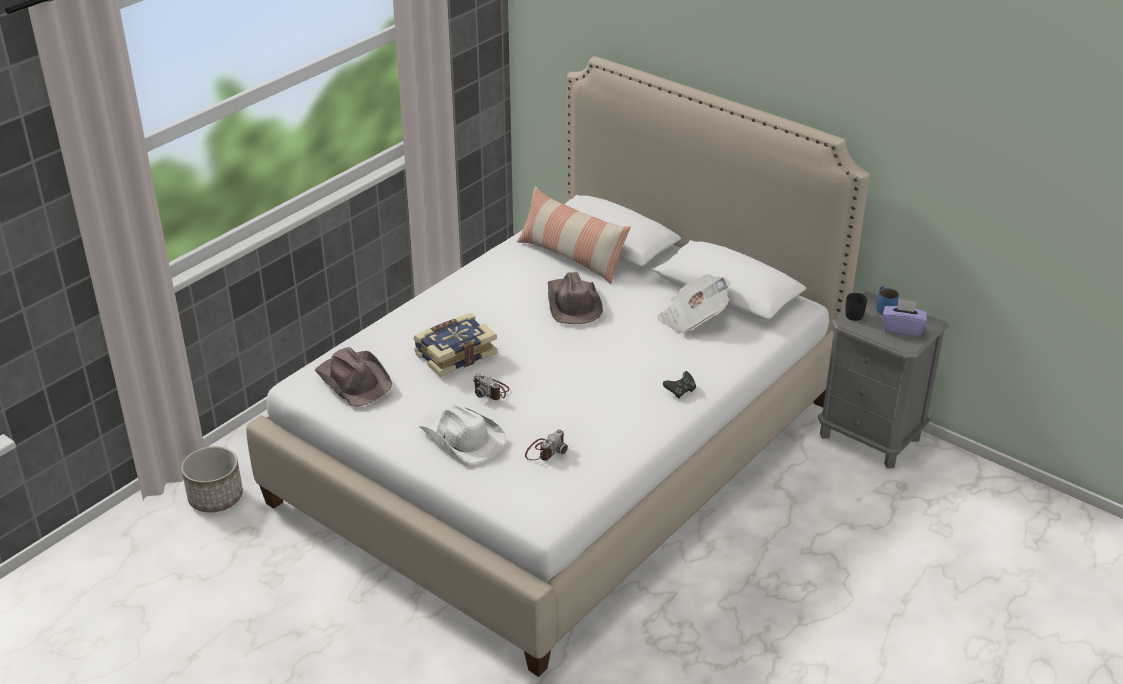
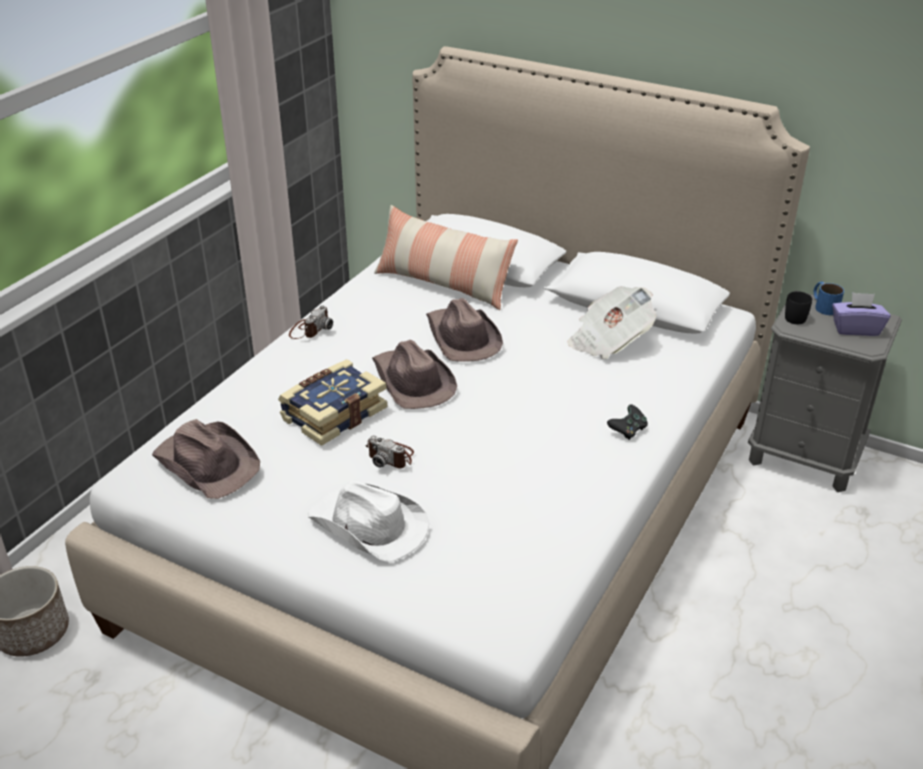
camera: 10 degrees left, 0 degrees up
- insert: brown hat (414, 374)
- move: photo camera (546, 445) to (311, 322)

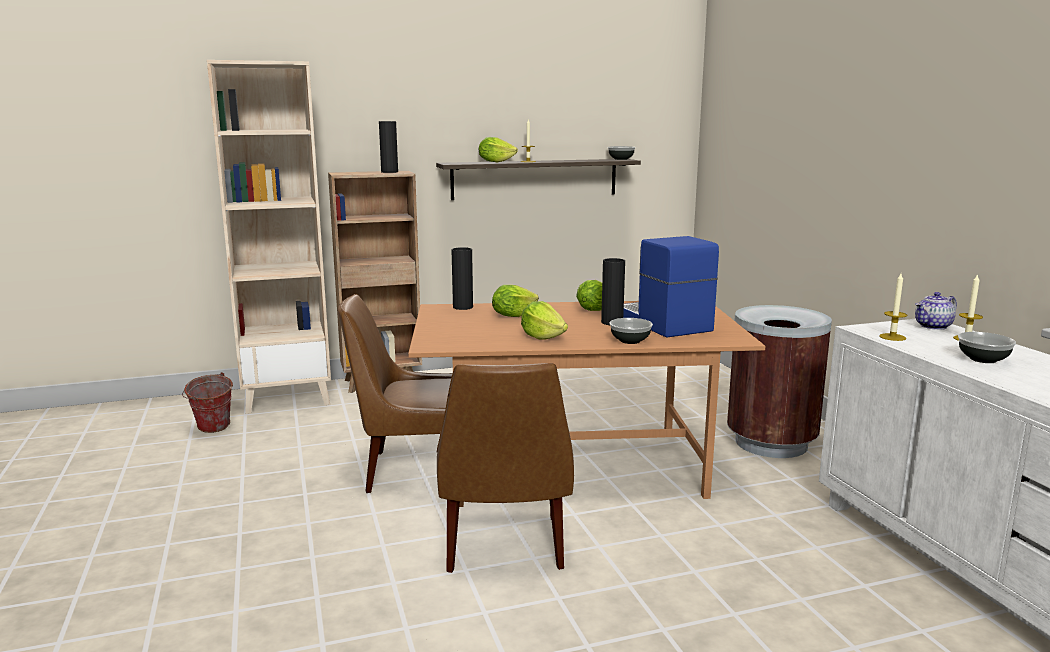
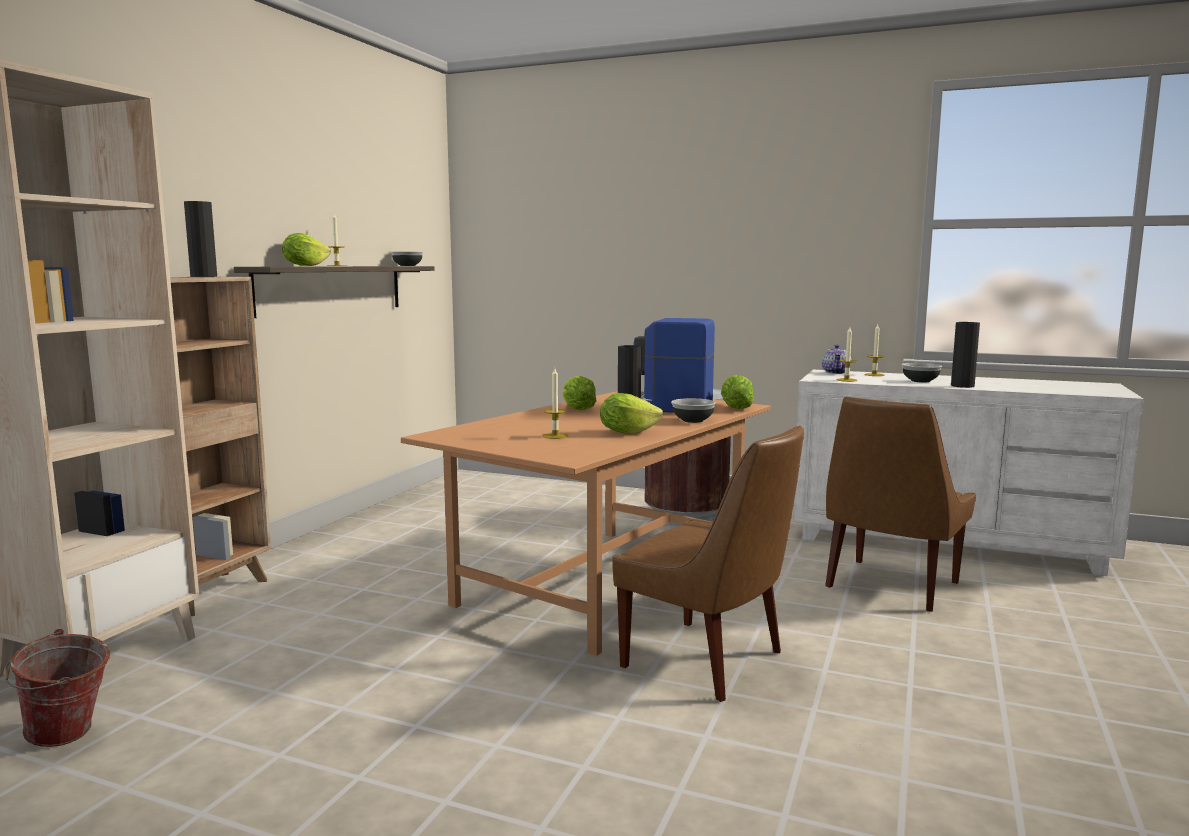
camera: 50 degrees left, 5 degrees down
- insert: candle (555, 403)
- move: brown chair (395, 393) to (900, 504)
- move: black vase (462, 278) to (965, 355)
- move: lettuce (515, 301) to (737, 392)

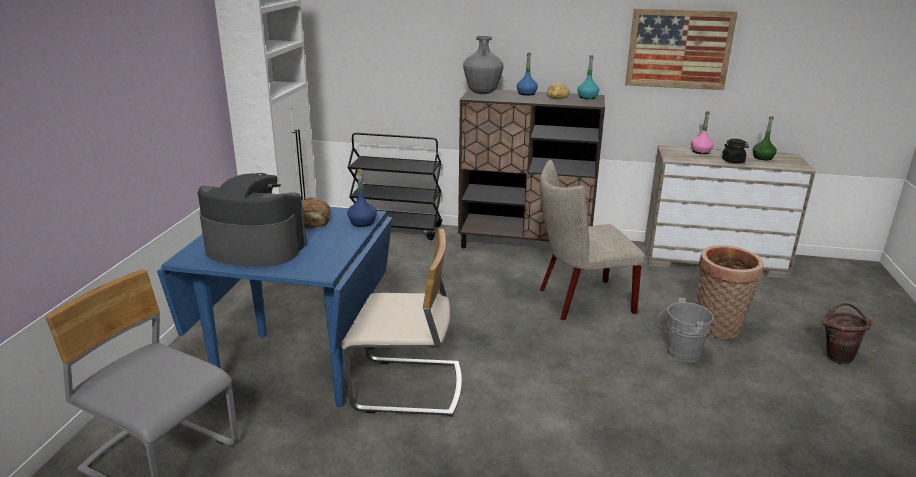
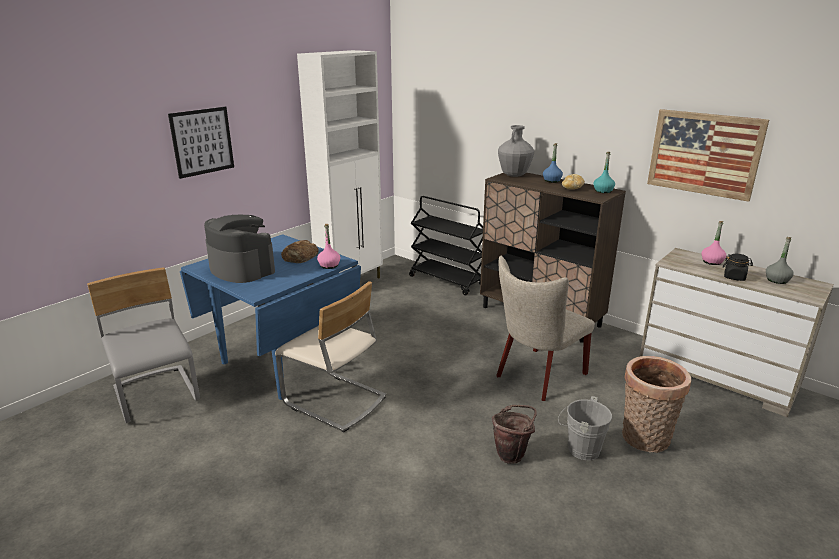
camera: 30 degrees right, 0 degrees up
- insert: picture (201, 143)
- move: brown bucket (847, 333) to (514, 434)
- recolor: blue bottle (362, 198) to pink bottle (328, 246)
- recolor: green bottle (765, 138) to grey bottle (780, 260)
- rotate: beige chair (592, 240) = (545, 328) 60 degrees counterclockwise

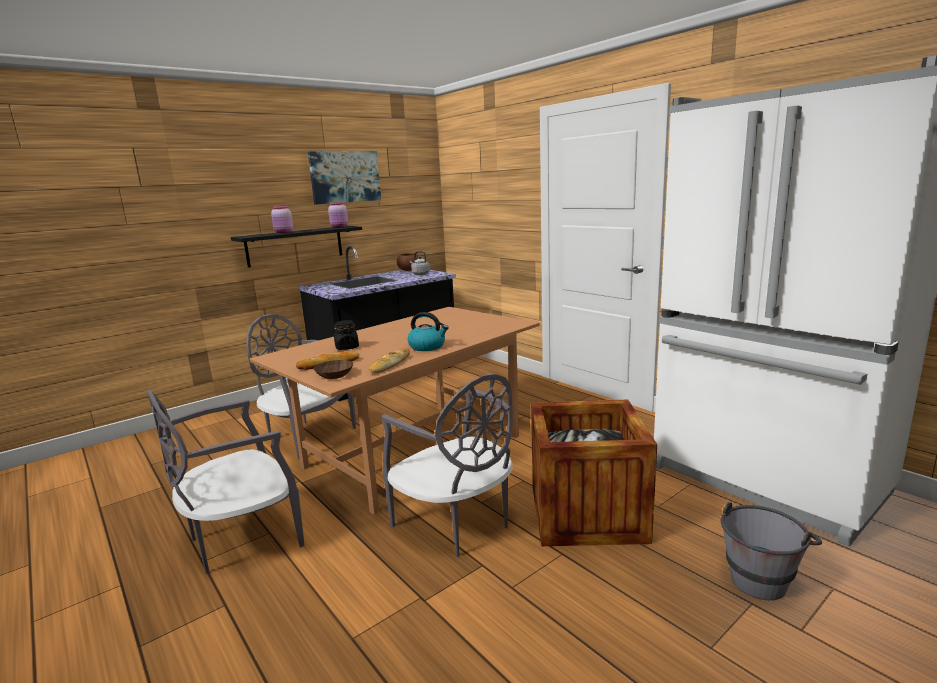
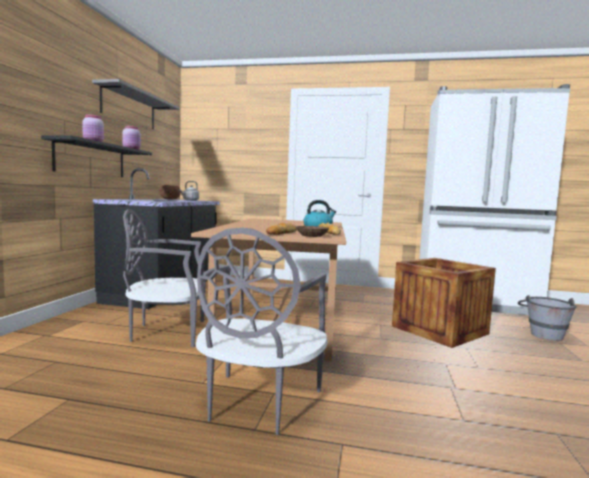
camera: 40 degrees left, 10 degrees down
- delete: black jar (346, 335)
- delete: grey chair (447, 465)
- replace: picture (344, 177) to grey shelf (135, 104)

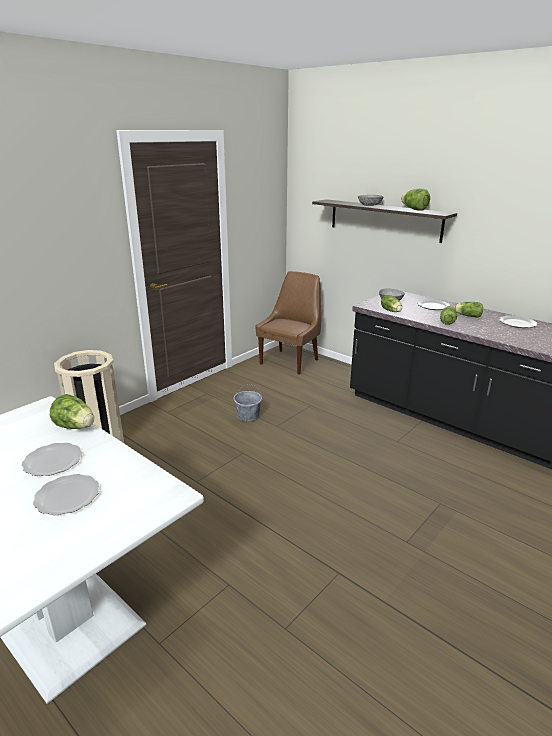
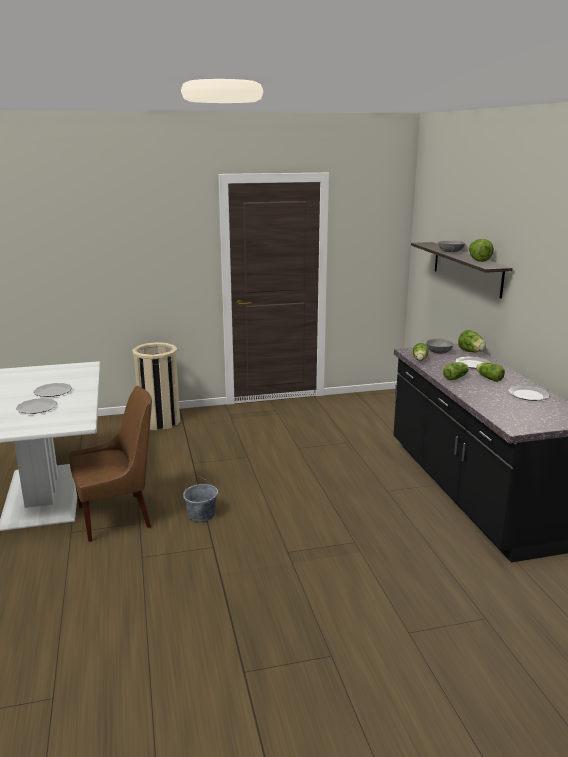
camera: 35 degrees right, 5 degrees down
- move: lettuce (72, 411) to (472, 341)
- move: grey bucket (248, 402) to (200, 499)
- move: brown chair (288, 322) to (110, 464)

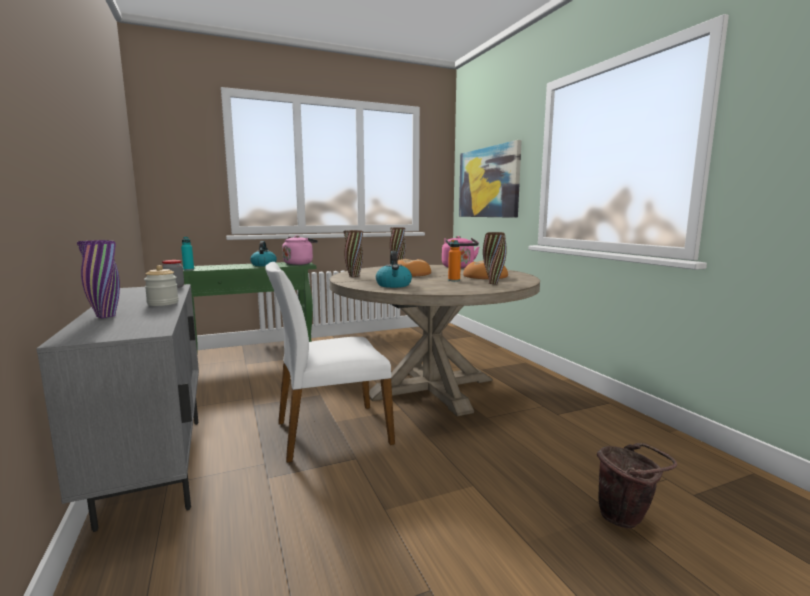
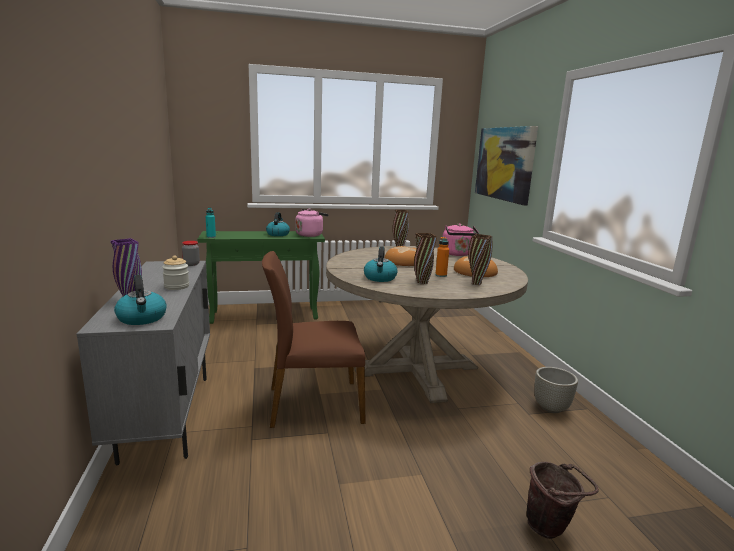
camera: 10 degrees right, 5 degrees up
- insert: kettle (140, 300)
- insert: grey planter (556, 390)
- move: brown vase (353, 253) to (425, 258)
- recolor: white chair (330, 362) to brown chair (314, 339)

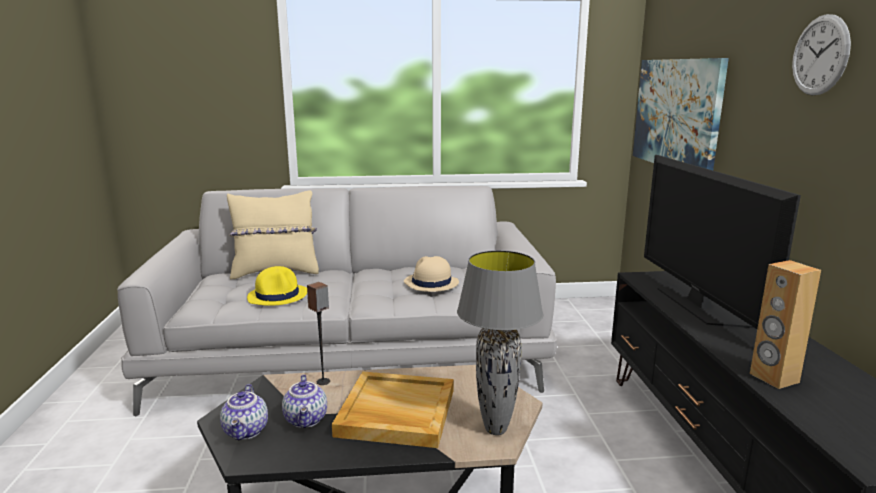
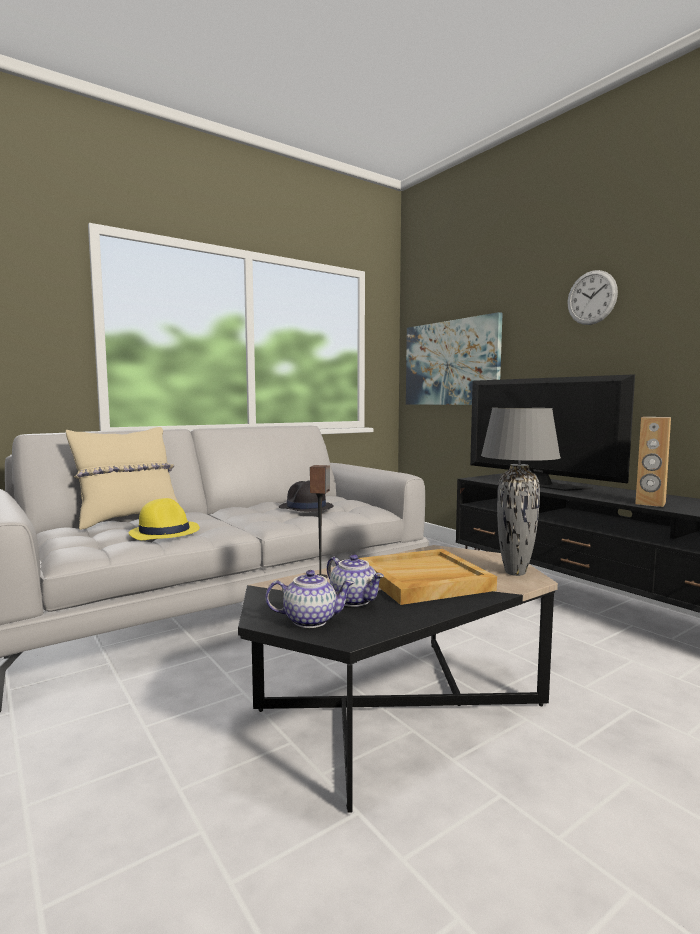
camera: 30 degrees left, 10 degrees down
- recolor: beige hat (431, 274) to black hat (306, 496)
- rotate: teapot (244, 412) = (310, 599) 60 degrees counterclockwise

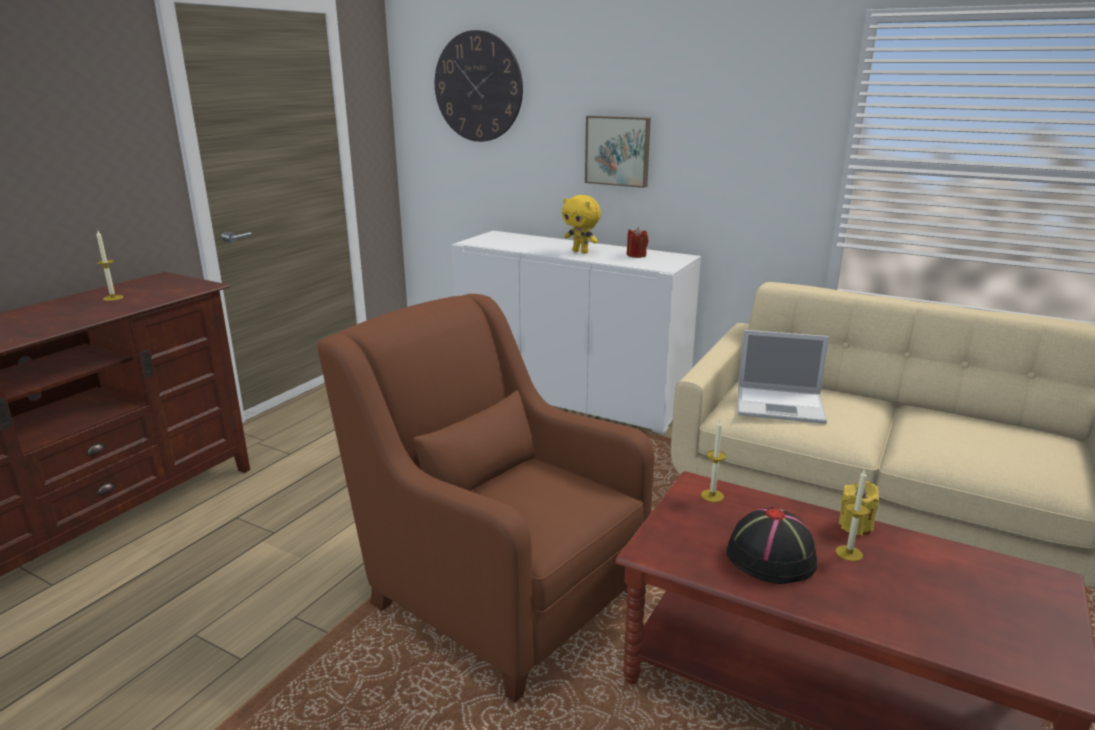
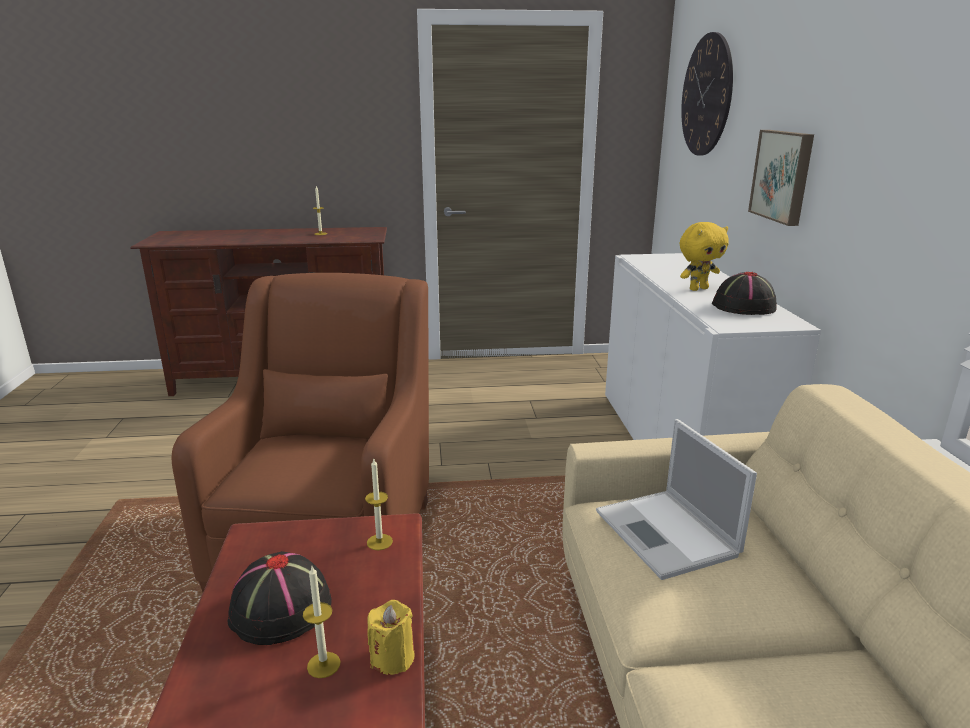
camera: 55 degrees right, 0 degrees up
- replace: red candle (637, 242) to black hat (744, 293)
- rotate: yellow plush toy (581, 224) = (704, 256) 120 degrees counterclockwise

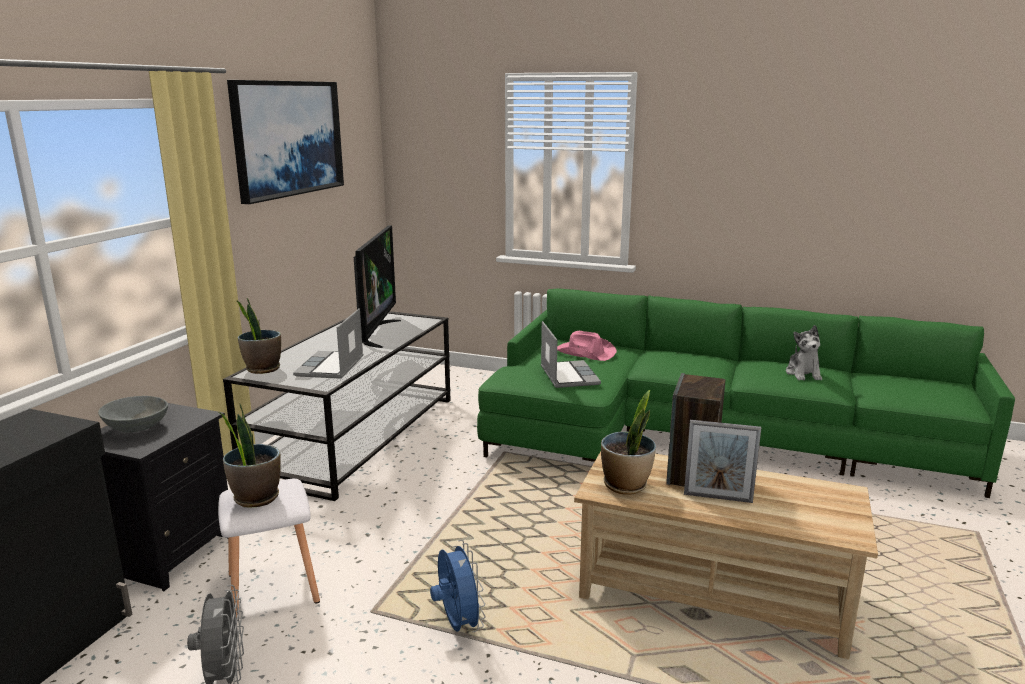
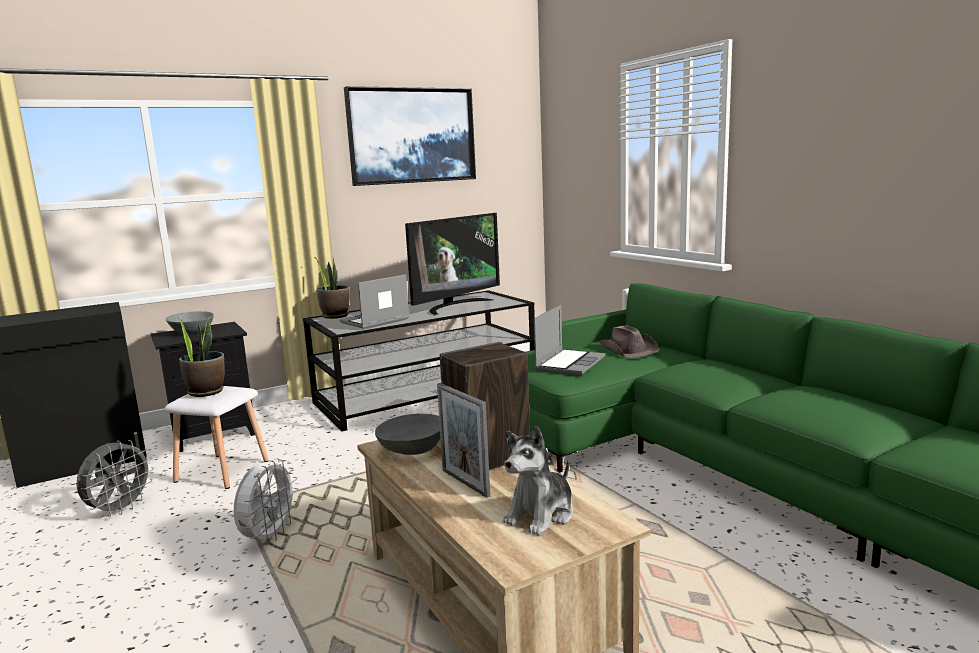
camera: 40 degrees right, 5 degrees down
- move: plush toy (804, 352) to (538, 481)
- replace: potted plant (628, 442) to grey bowl (408, 434)
- recolor: blue fan (457, 586) to white fan (266, 502)
- recolor: pink hat (587, 346) to brown hat (629, 341)

